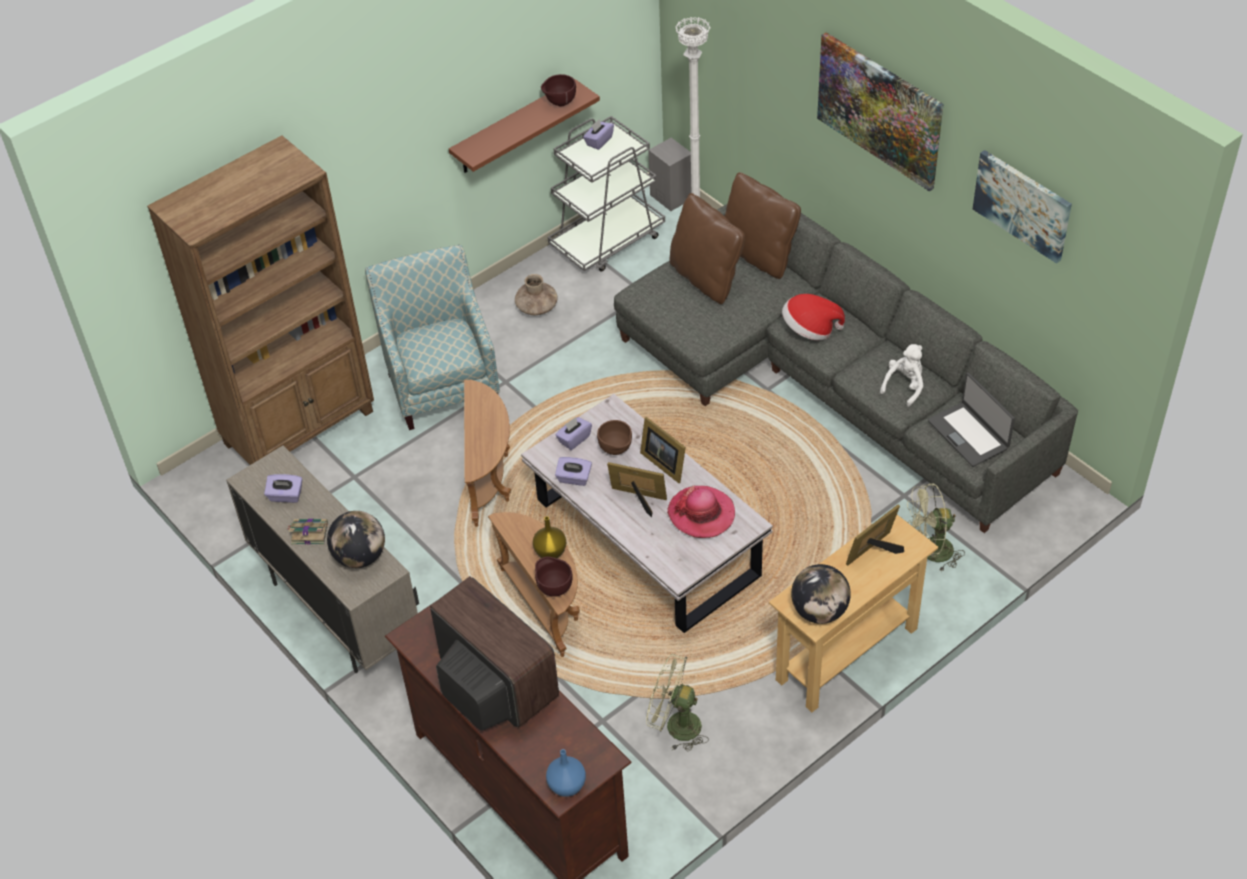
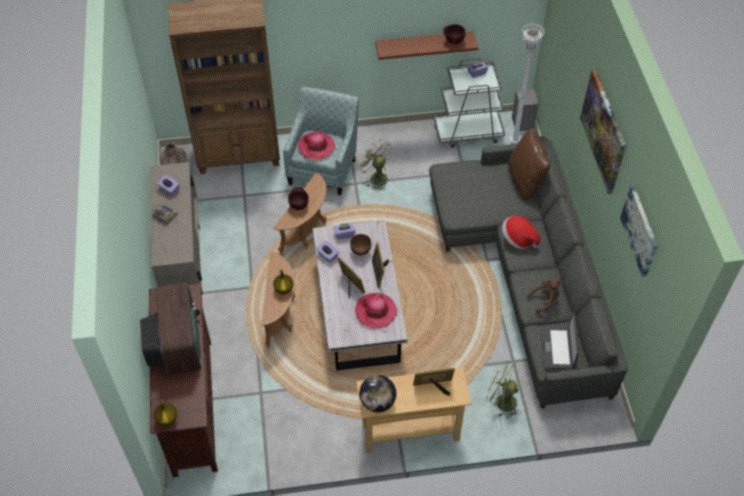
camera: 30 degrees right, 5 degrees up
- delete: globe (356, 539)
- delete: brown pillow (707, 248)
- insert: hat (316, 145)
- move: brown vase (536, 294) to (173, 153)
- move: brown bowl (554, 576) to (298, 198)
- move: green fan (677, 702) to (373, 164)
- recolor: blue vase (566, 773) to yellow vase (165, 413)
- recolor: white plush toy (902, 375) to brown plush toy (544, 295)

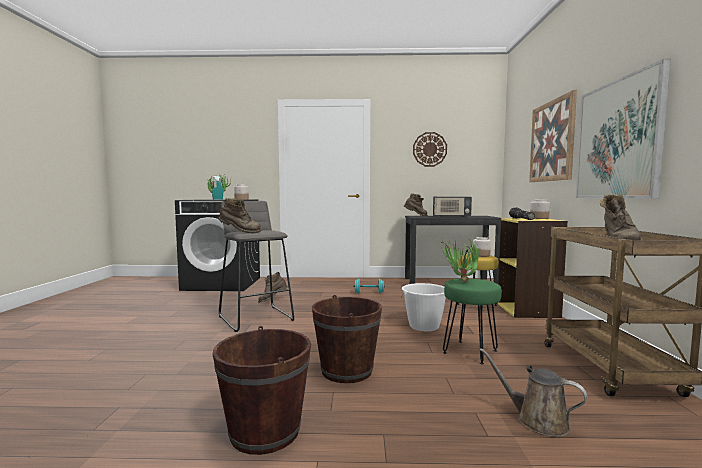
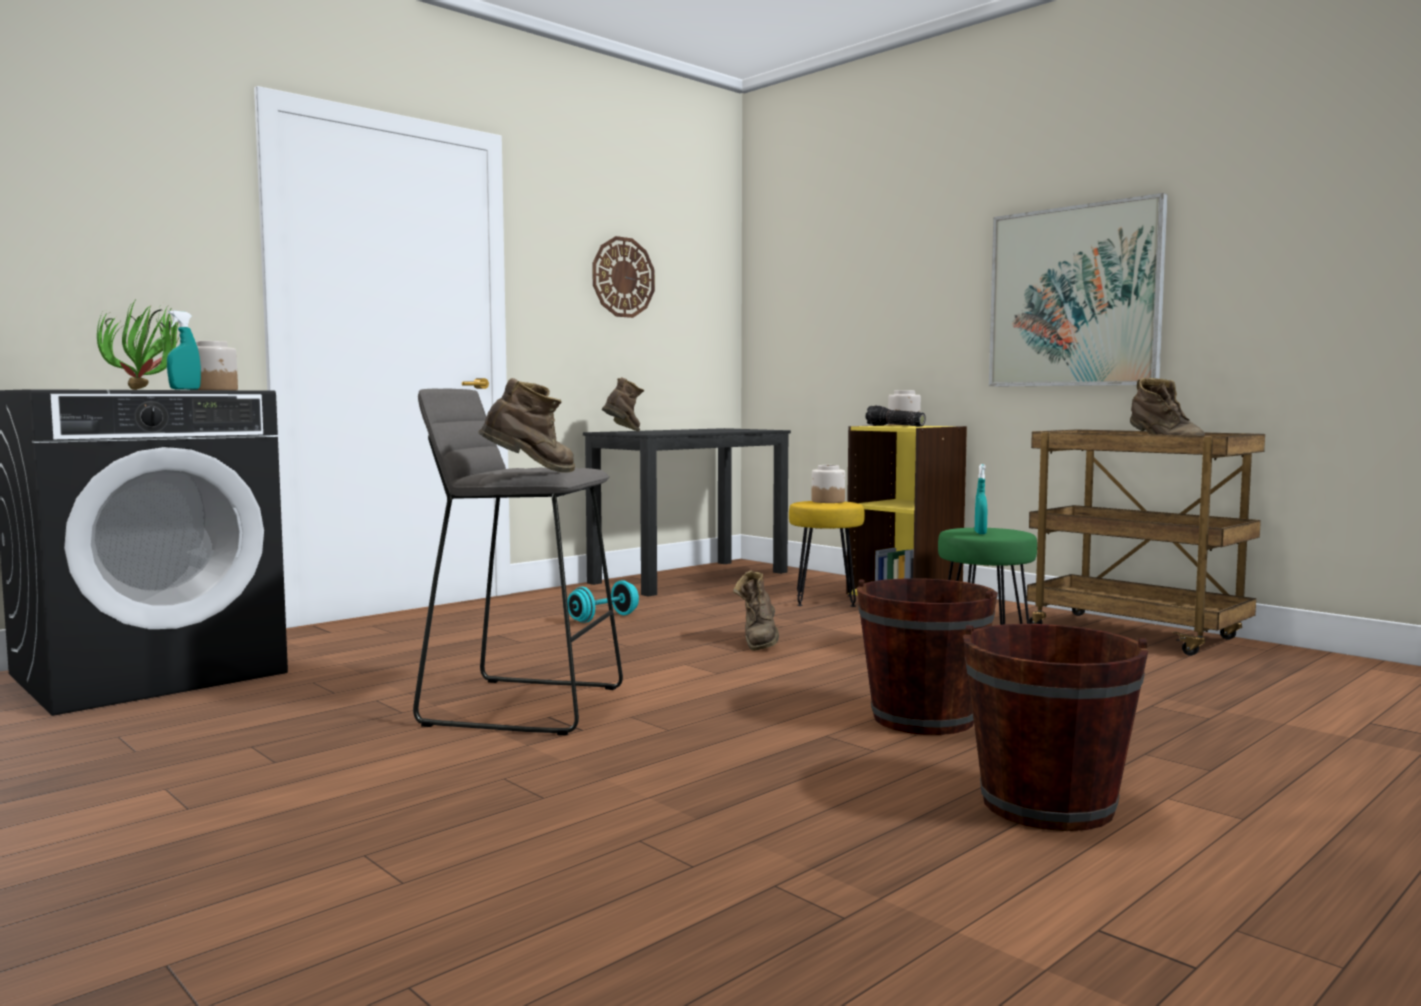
camera: 45 degrees left, 0 degrees up
- delete: white bucket (423, 307)
- delete: radio (452, 207)
- delete: brown watering can (533, 392)
- delete: picture (553, 136)
- move: brown boot (273, 287) to (756, 610)
- replace: potted plant (459, 261) to turquoise spray bottle (981, 499)

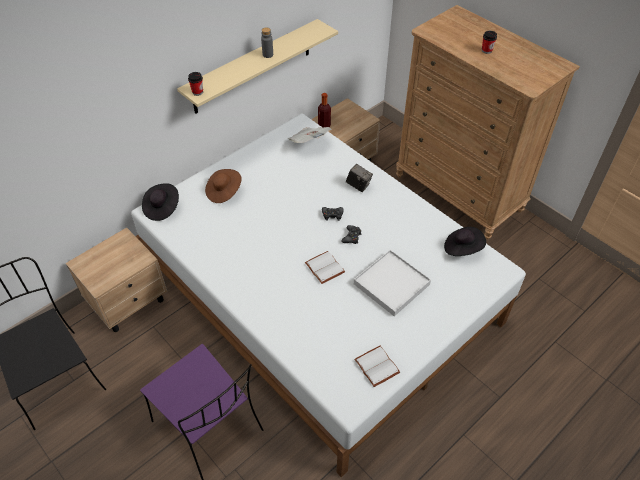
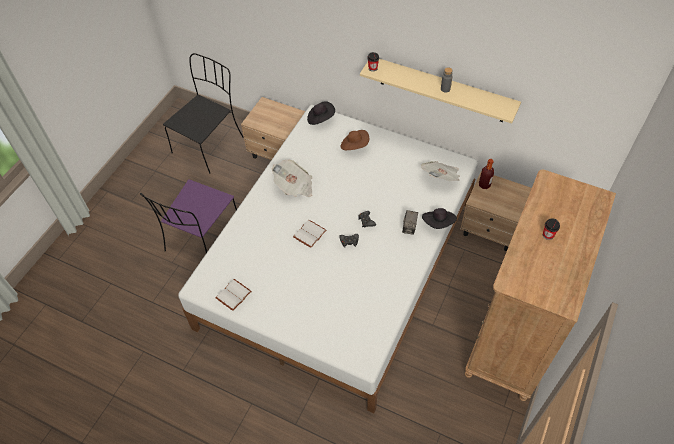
camera: 70 degrees right, 5 degrees up
- delete: white tray (392, 283)
- insert: newspaper (292, 178)
- move: black hat (465, 241) to (439, 218)

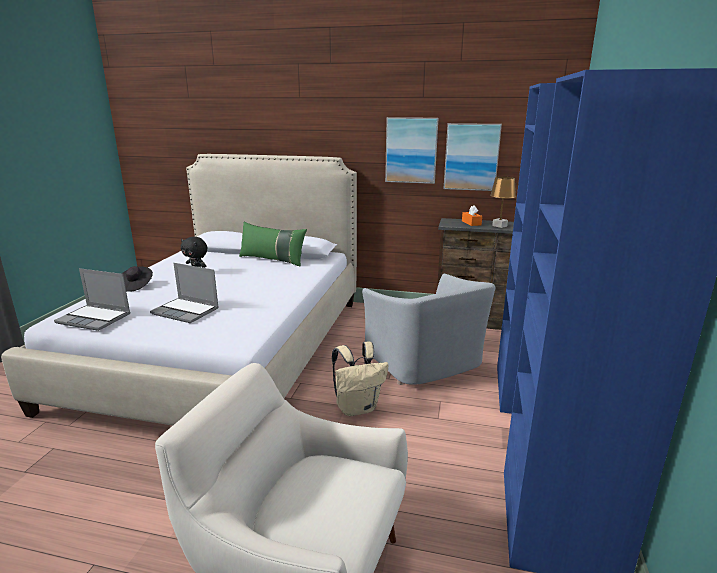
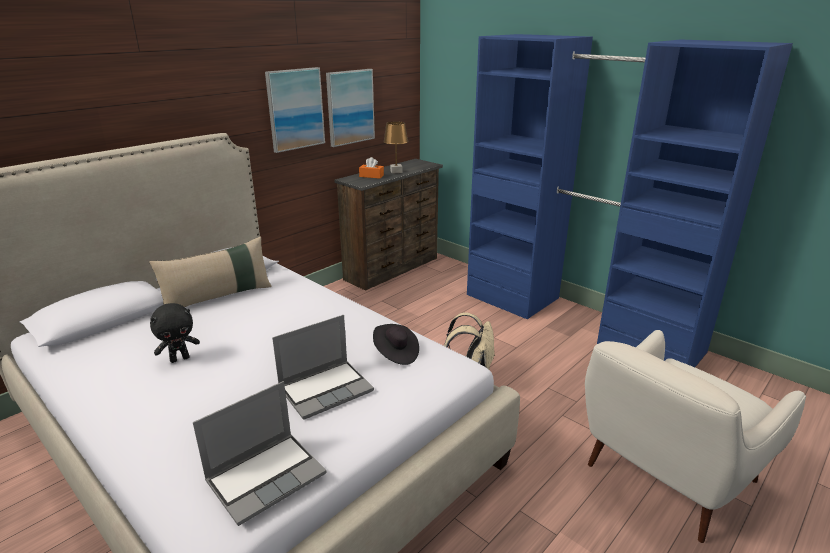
camera: 60 degrees left, 5 degrees up
- delete: grey armchair (429, 329)
- move: black hat (137, 279) to (396, 344)
- recolor: green pillow (273, 244) to beige pillow (210, 271)

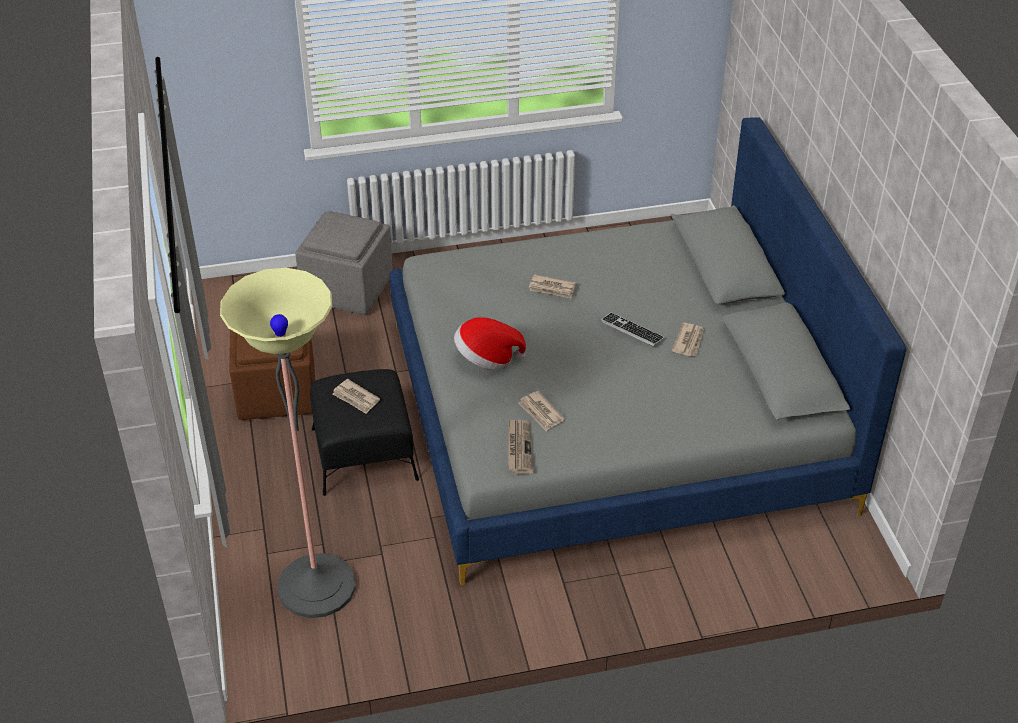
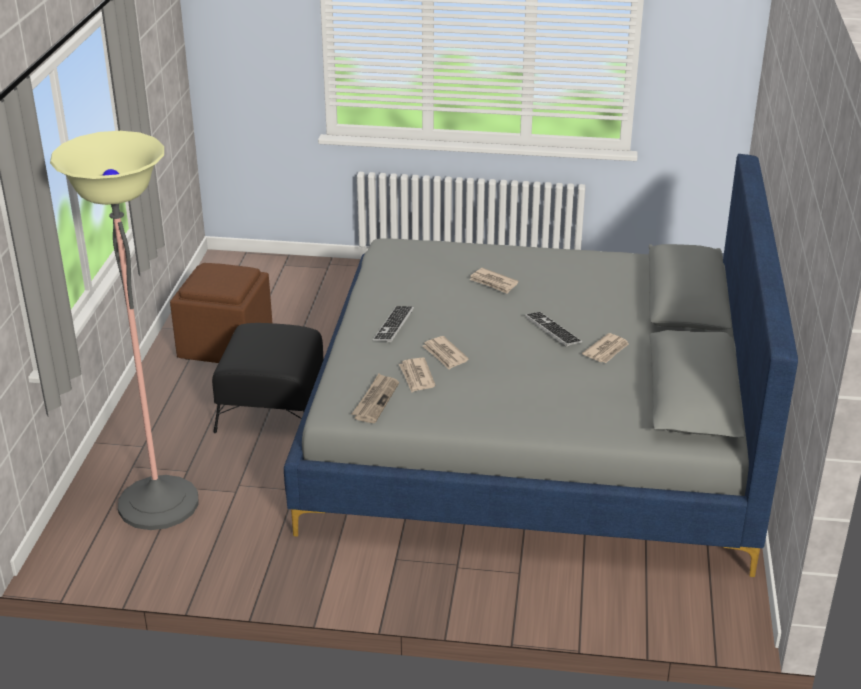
camera: 20 degrees right, 10 degrees down
- delete: grey ottoman (344, 263)
- move: newspaper (356, 396) to (445, 353)
- replace: hat (490, 343) to keyboard (393, 324)

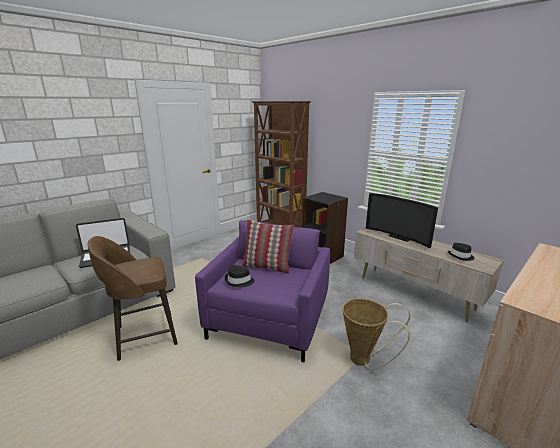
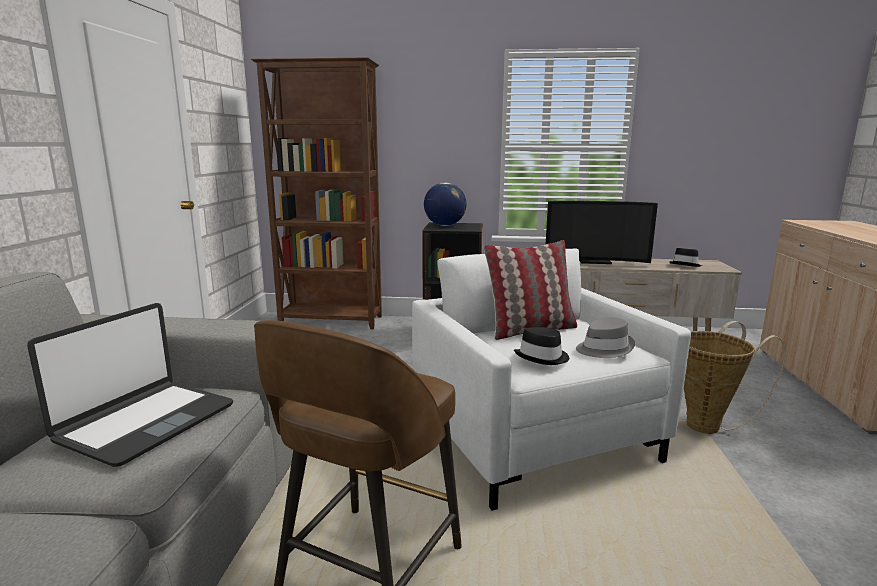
camera: 40 degrees left, 5 degrees down
- insert: globe (445, 204)
- insert: grey hat (605, 337)
- recolor: purple armchair (262, 291) to white armchair (551, 380)

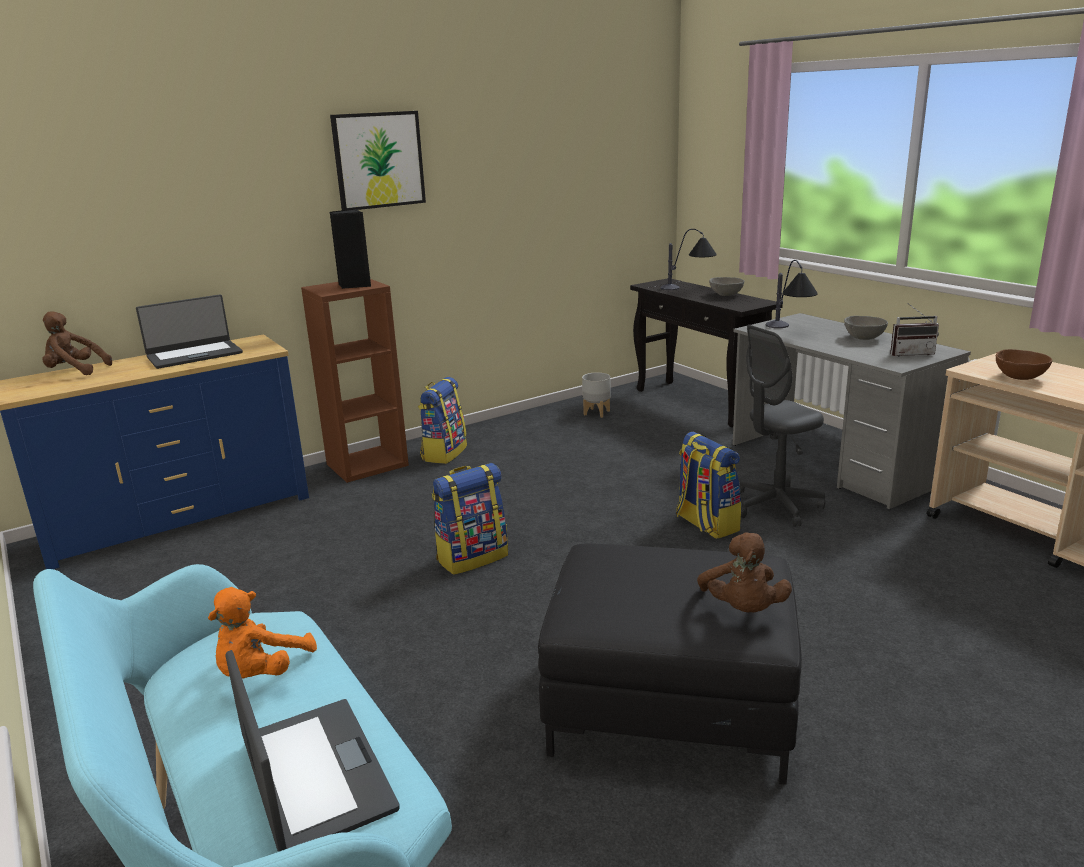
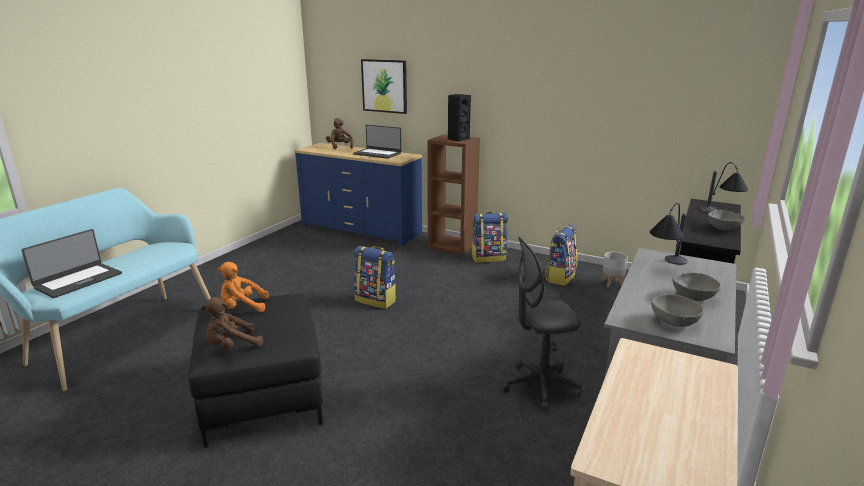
camera: 60 degrees right, 0 degrees up
- delete: brown bowl (1024, 364)
- move: orange plush toy (262, 633) to (243, 287)
- move: picture (378, 160) to (384, 86)
- move: backpack (708, 485) to (561, 255)
- replace: radio (914, 330) to grey bowl (677, 310)
- rotate: grey office chair (782, 426) = (541, 324) 45 degrees counterclockwise

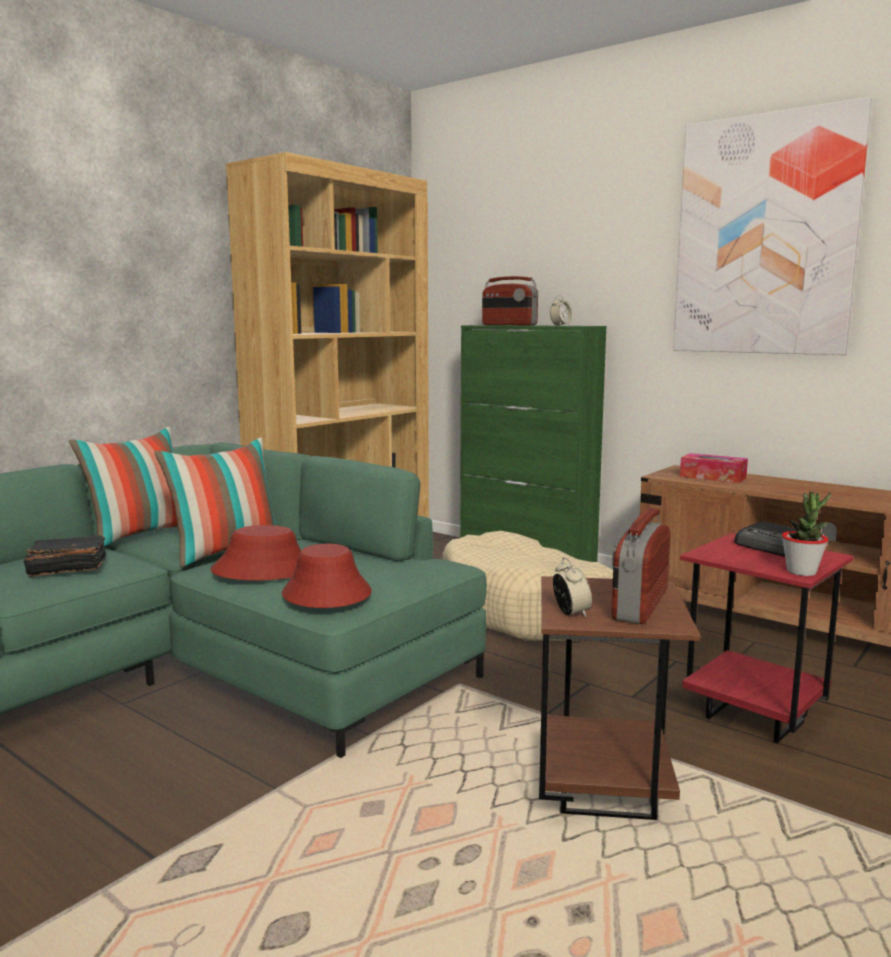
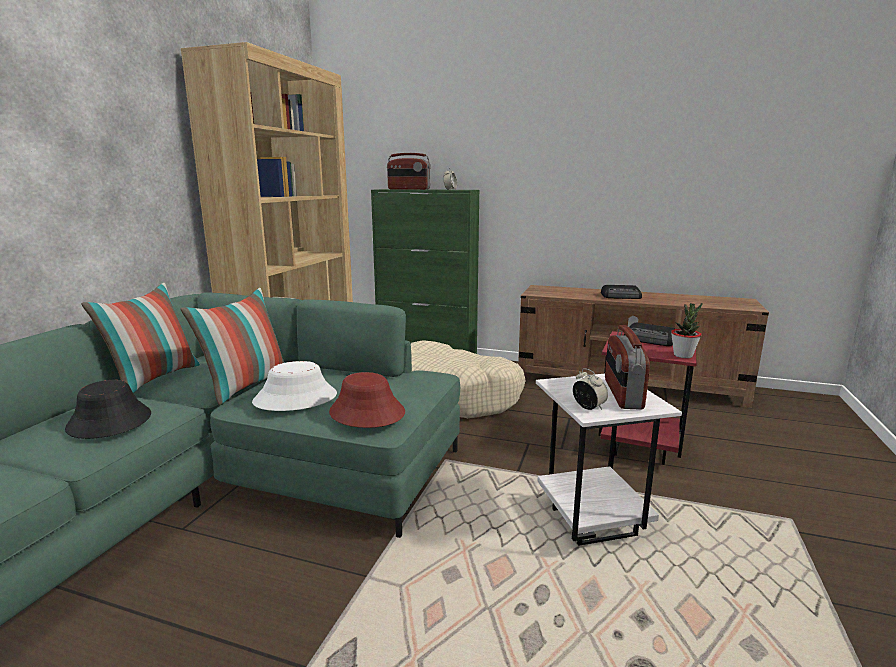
camera: 20 degrees left, 5 degrees up
- delete: picture (772, 226)
- delete: tissue box (714, 468)
- insert: radio (621, 292)
- replace: black book (65, 556) to black hat (108, 409)
- recolor: red hat (255, 553) to white hat (294, 386)
- recolor: brown side table (620, 698) to white side table (609, 460)

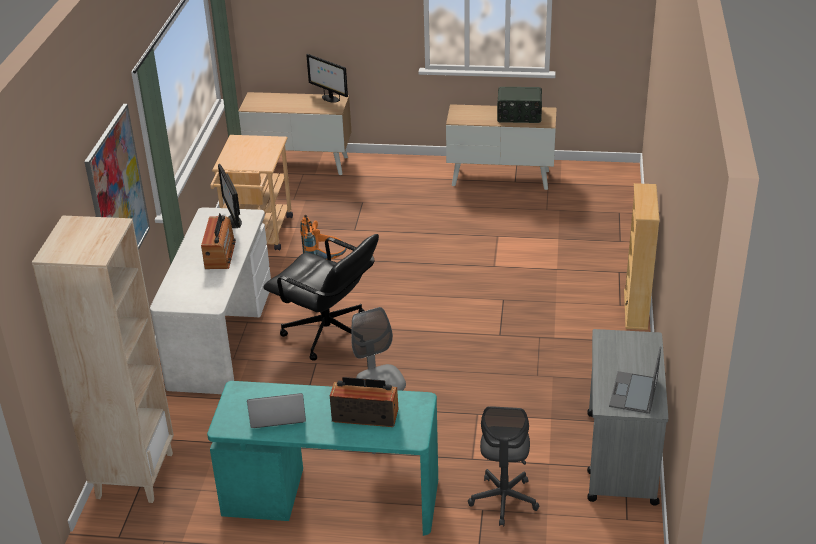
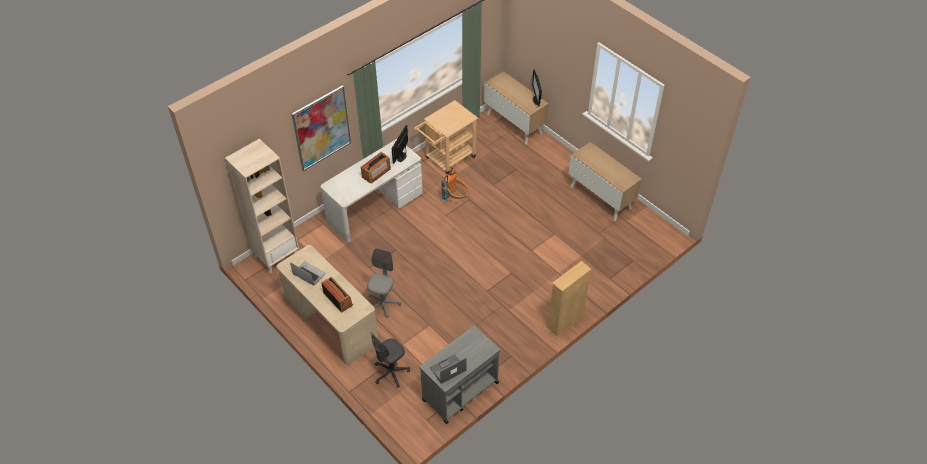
camera: 40 degrees right, 15 degrees up
- delete: black office chair (321, 297)
- delete: radio (519, 105)
- recolor: turquoise desk (322, 458) to beige desk (327, 305)

